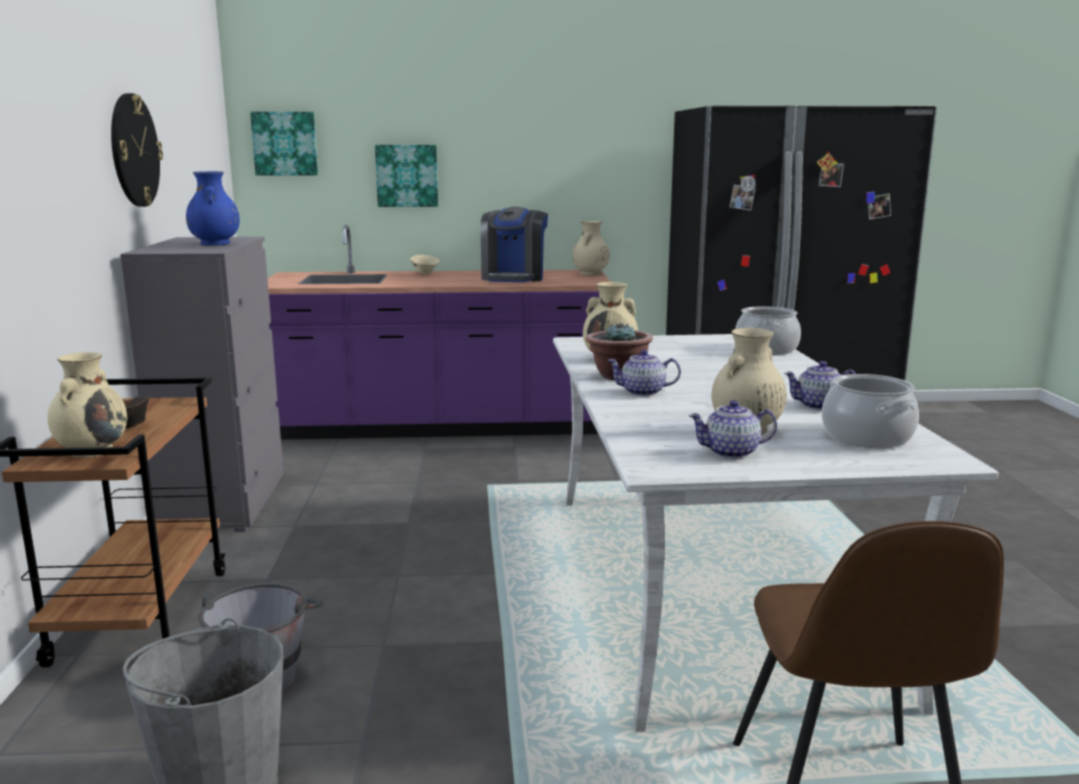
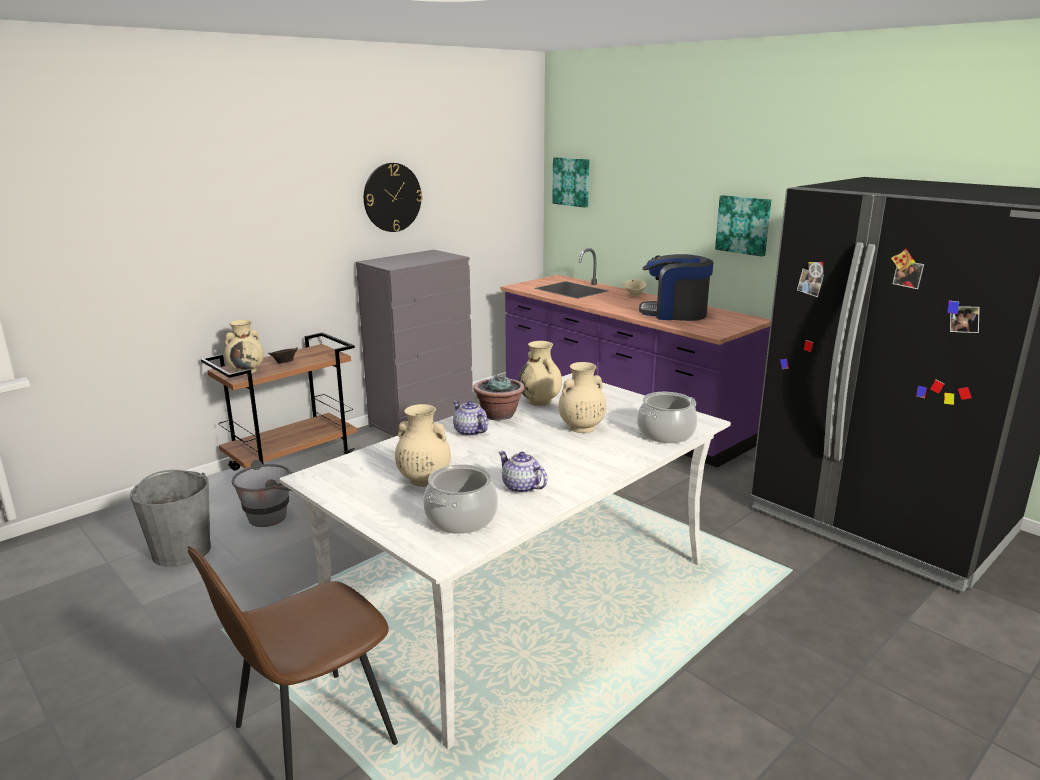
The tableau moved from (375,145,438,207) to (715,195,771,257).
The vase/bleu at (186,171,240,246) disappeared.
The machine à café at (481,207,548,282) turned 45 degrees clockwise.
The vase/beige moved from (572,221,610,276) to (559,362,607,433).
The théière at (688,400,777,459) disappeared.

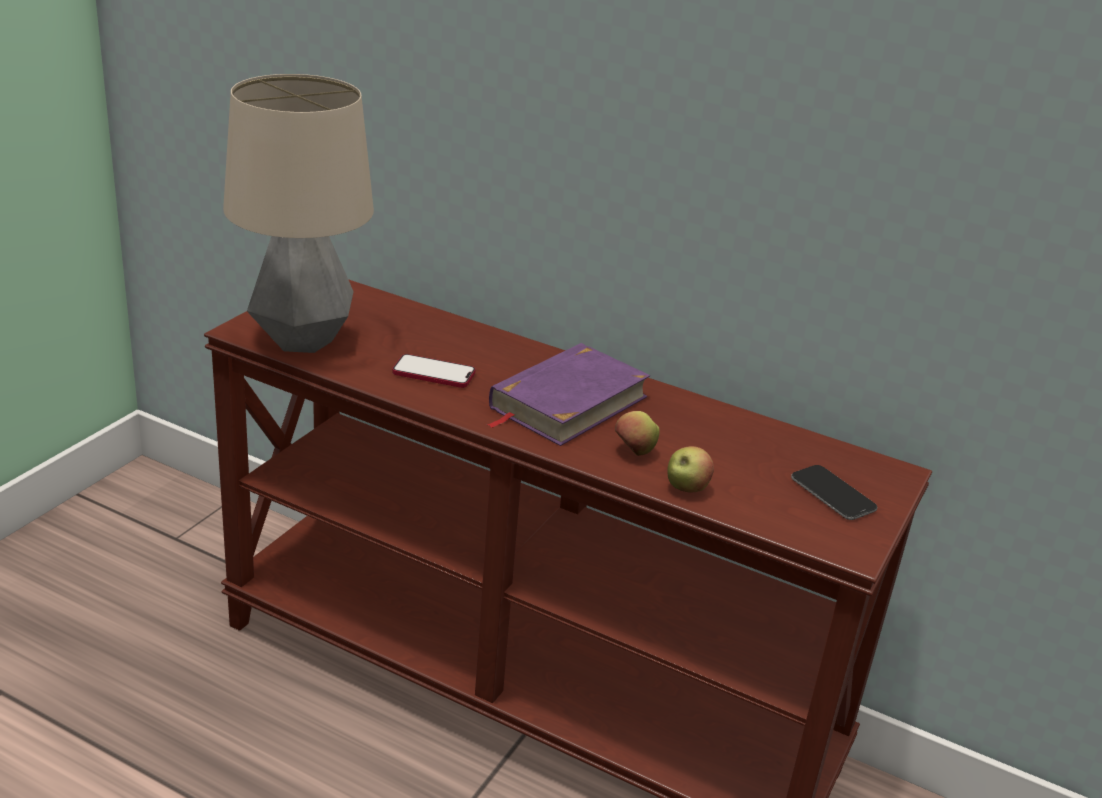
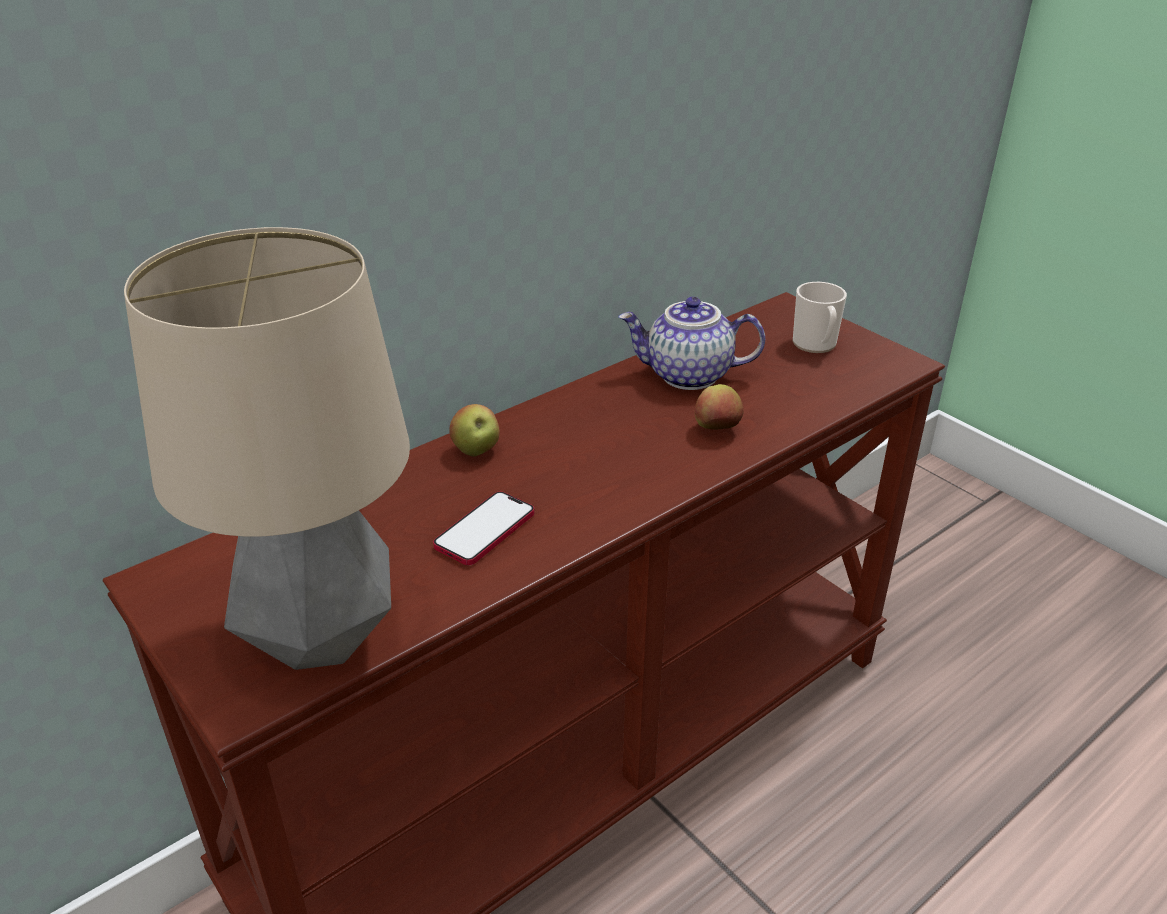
The livre/violet at (487,343,650,446) disappeared.
The pomme moved from (667,446,714,493) to (449,404,500,457).
The téléphone at (791,465,877,520) was replaced by the mug at (793,282,847,353).
The théière at (618,297,765,390) appeared.

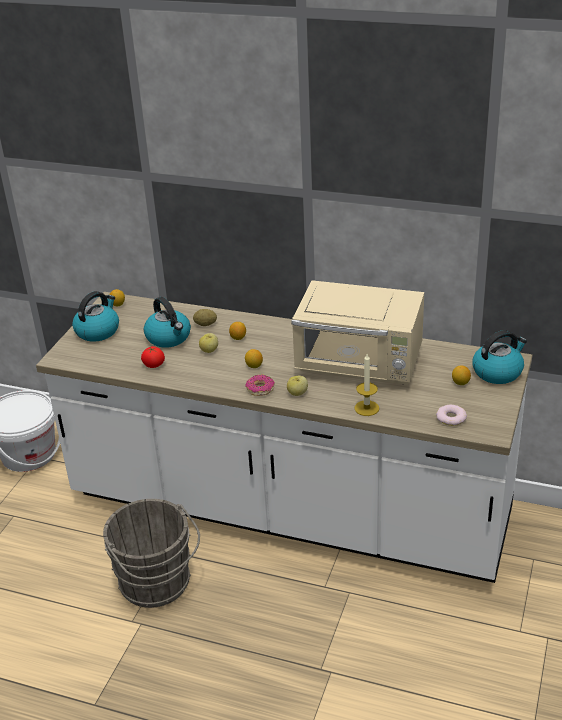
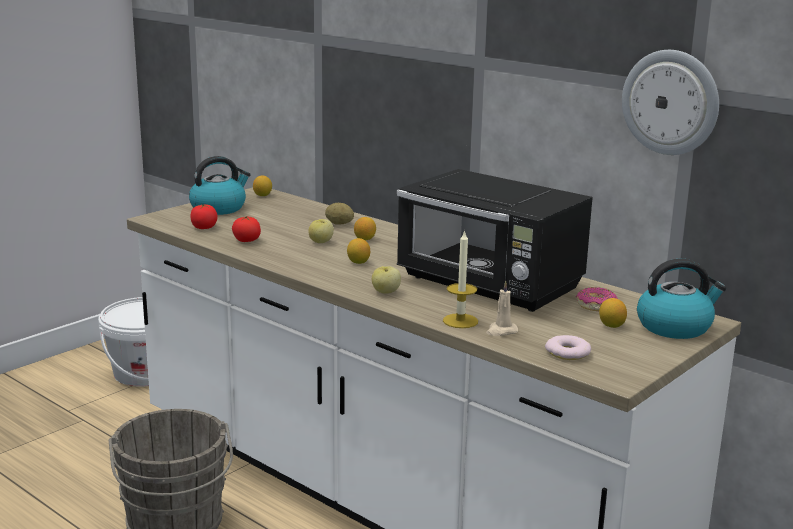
The micro-ondes/beige at (291,280,424,385) became the micro-ondes/noir at (397,169,593,312).
The bouilloire at (144,297,191,348) disappeared.
The beignet moved from (245,374,275,396) to (576,287,618,311).
The horloge murale at (622,50,719,155) appeared.
The tomate at (190,204,218,229) appeared.
The bougie/beige at (486,281,518,336) appeared.

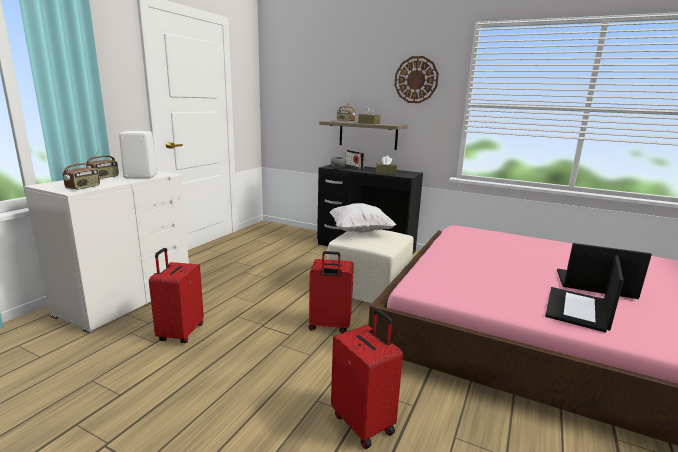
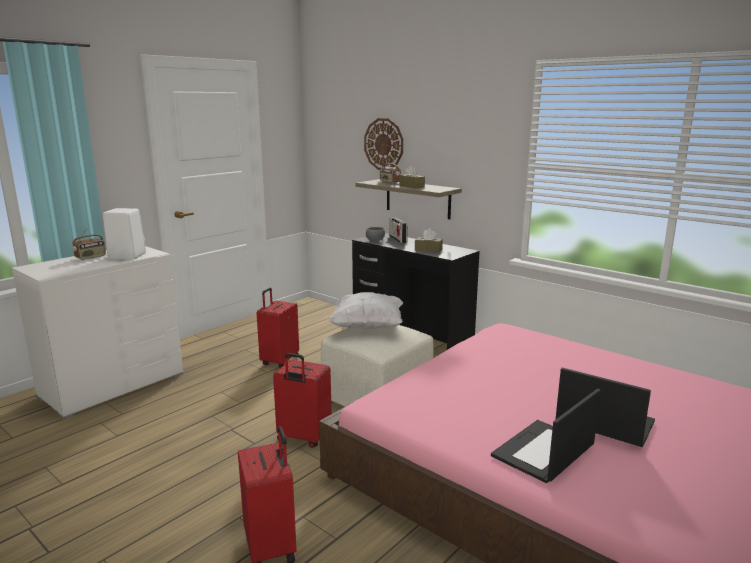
The horloge murale moved from (394,56,439,103) to (364,118,403,170).
The radio at (63,154,100,190) disappeared.
The valise/rouge moved from (149,248,204,343) to (257,288,299,368).

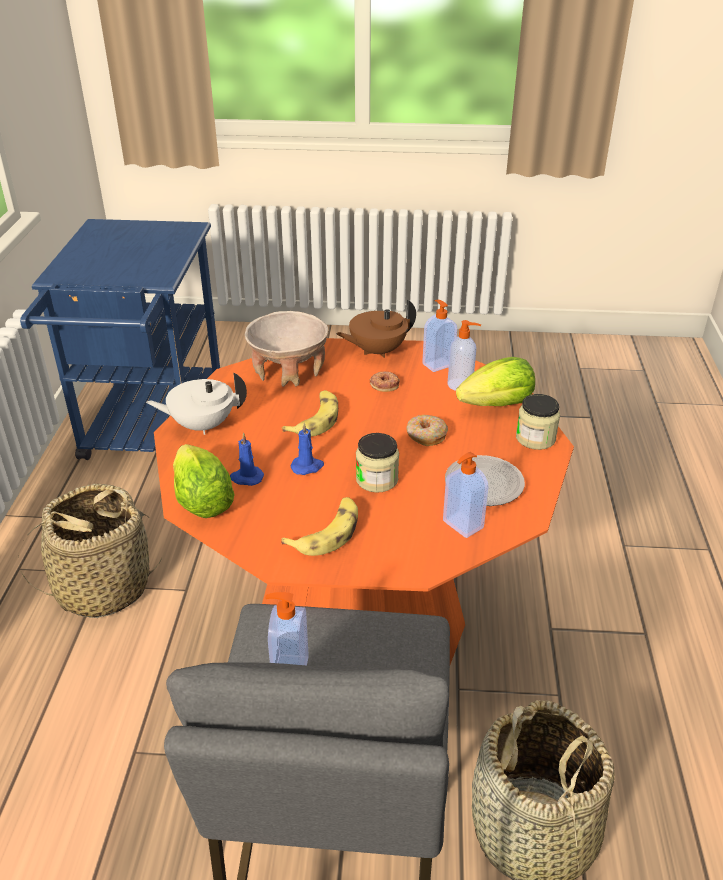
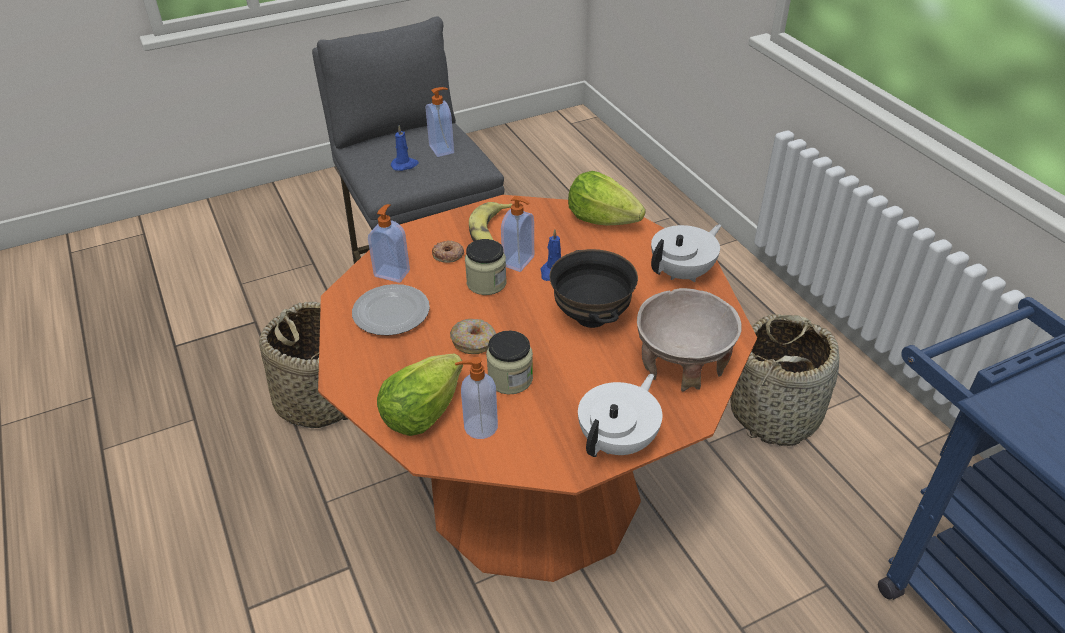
The théière/marron at (336,299,416,358) became the théière/blanc at (578,374,662,457).
The distributeur de savon moved from (422,300,458,372) to (501,196,534,272).
The beignet moved from (370,372,400,392) to (432,241,464,263).
The banane at (282,390,338,436) was replaced by the bol/noir at (550,249,638,328).
The bocal moved from (516,394,560,450) to (486,331,533,395).
The bougie/bleu moved from (230,432,264,486) to (391,125,419,171).

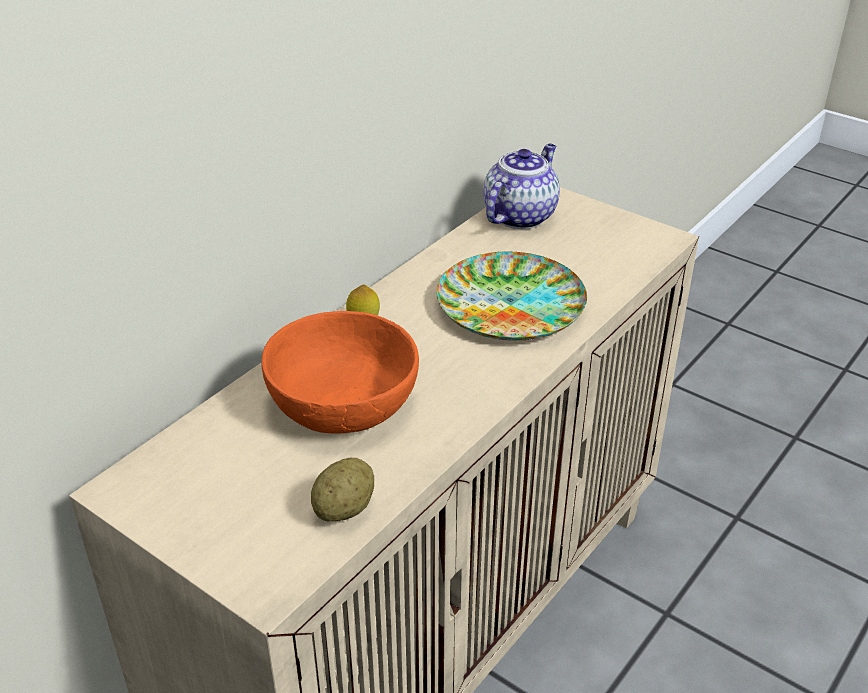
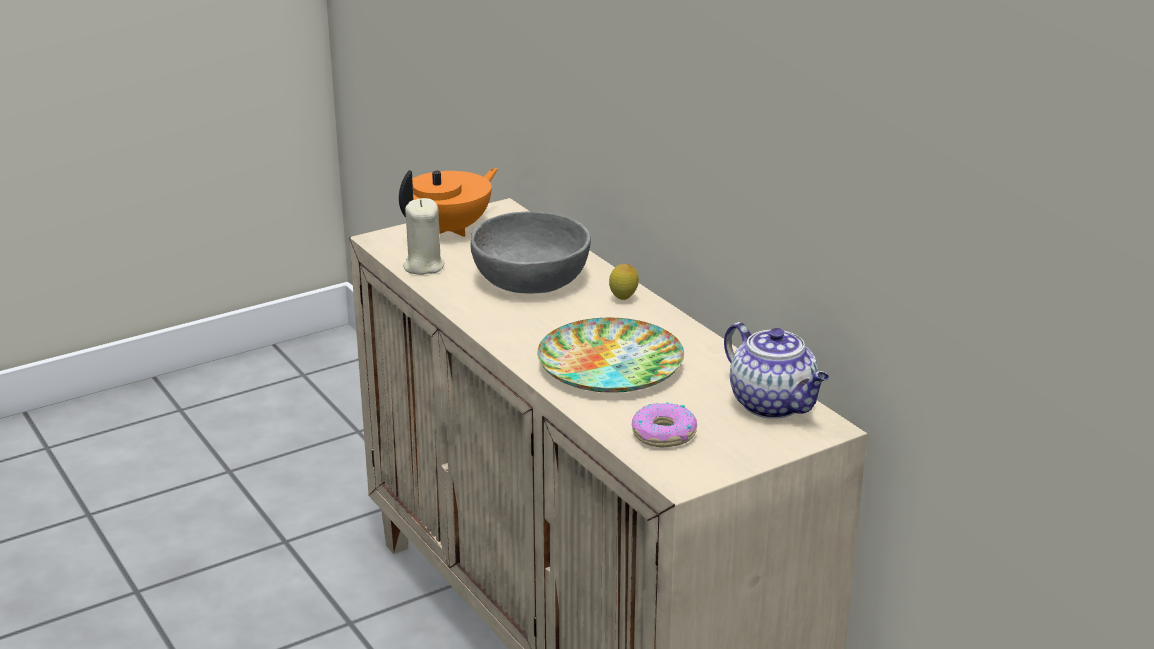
The bol/orange at (261,311,419,433) became the bol/gris at (470,212,591,293).
The pomme de terre at (311,458,374,521) was replaced by the bougie/beige at (403,198,445,275).
The théière/orange at (399,168,498,237) appeared.
The beignet at (631,402,697,447) appeared.

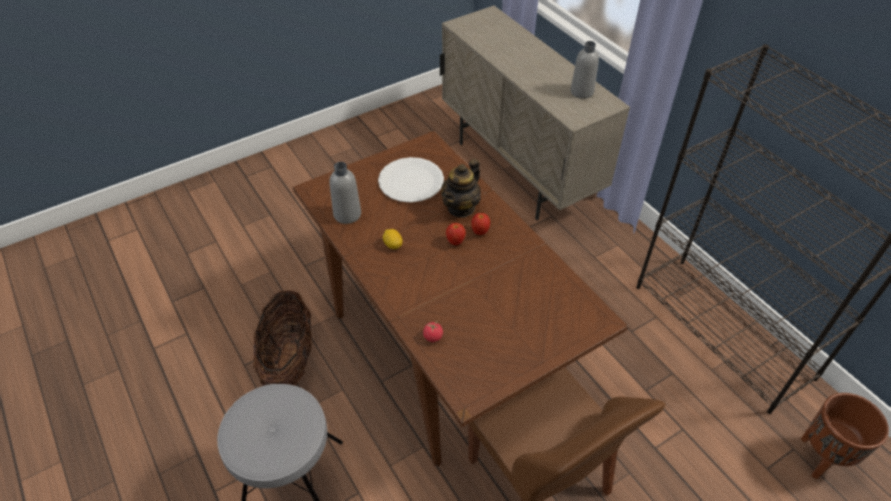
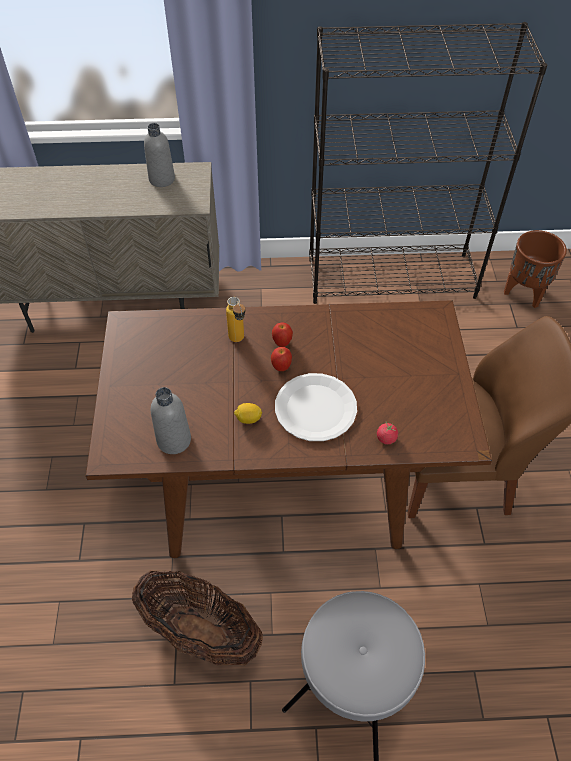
The assiette/blanc moved from (378,157,444,203) to (275,373,357,441).
The théière at (441,159,481,218) was replaced by the bouteille at (226,297,245,342).

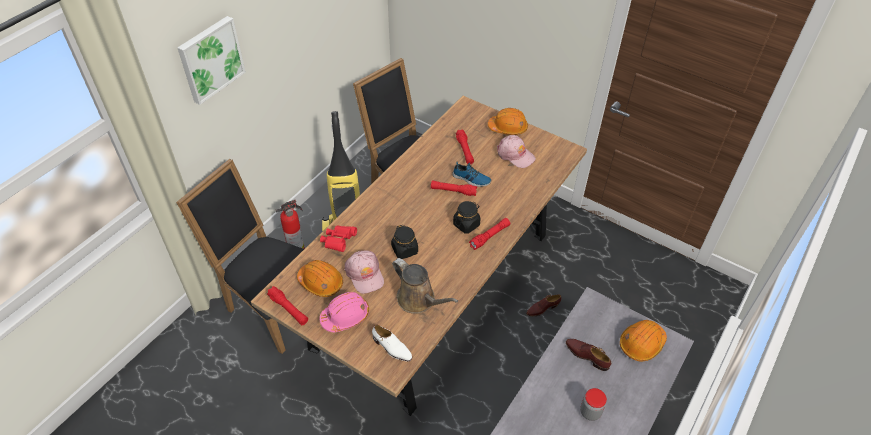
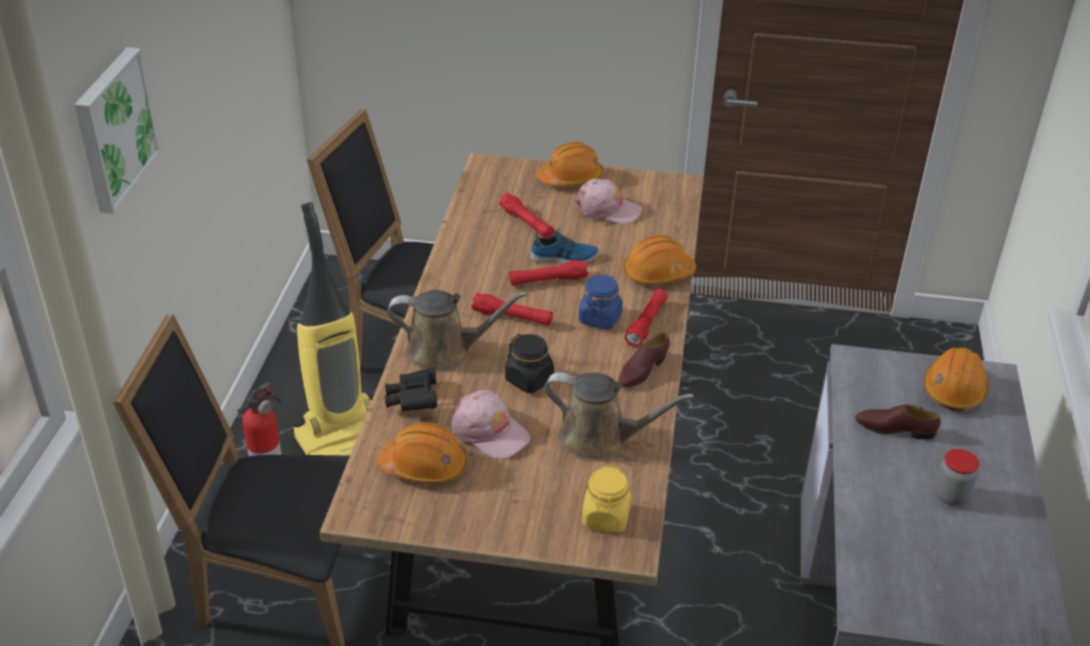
The bocal/noir at (453,201,481,234) became the bocal/bleu at (578,274,623,330).
The jumelles/rouge at (320,226,357,252) became the jumelles/noir at (385,368,437,412).
The lampe de poche/rouge moved from (267,286,308,325) to (471,293,553,326).
The casque de chantier/rose at (320,292,369,332) disappeared.
The chaussure/marron moved from (526,294,561,316) to (618,332,670,388).
The chaussure/blanc at (372,325,412,362) was replaced by the bocal/jaune at (582,465,632,533).
The casque de chantier/orange at (623,235,696,284) appeared.
The arrosoir/marron at (387,290,527,372) appeared.

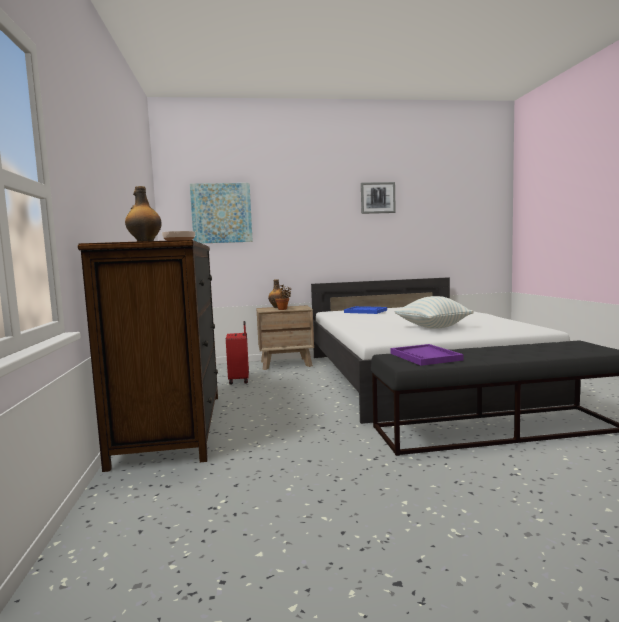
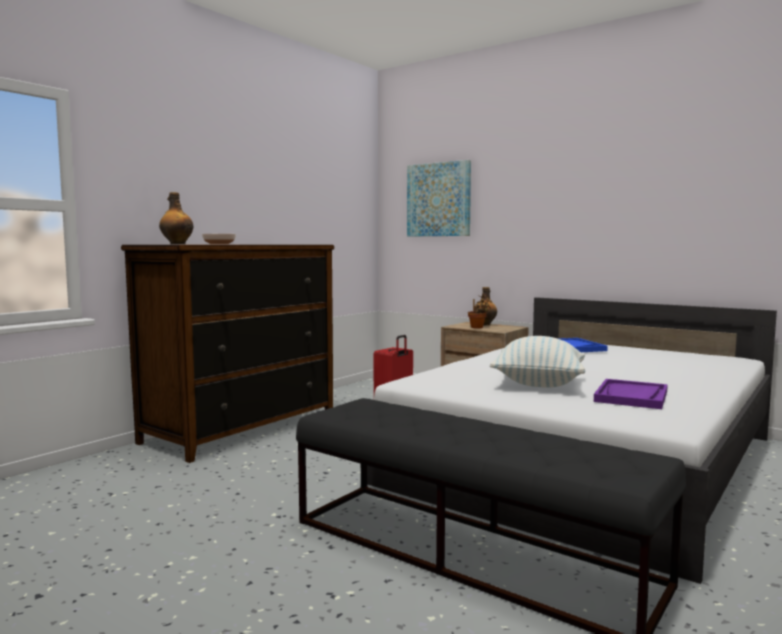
The tableau at (361,182,396,214) disappeared.
The plateau/violet moved from (390,344,464,366) to (594,379,668,409).

